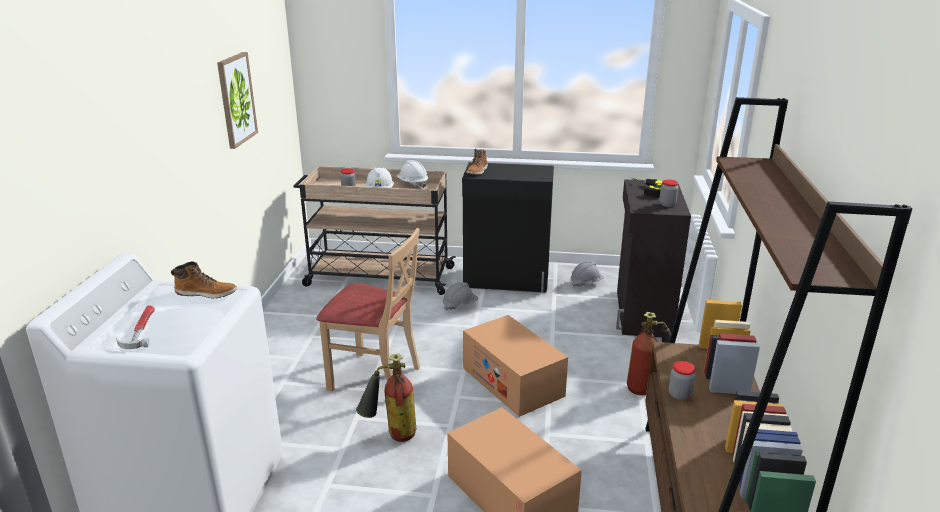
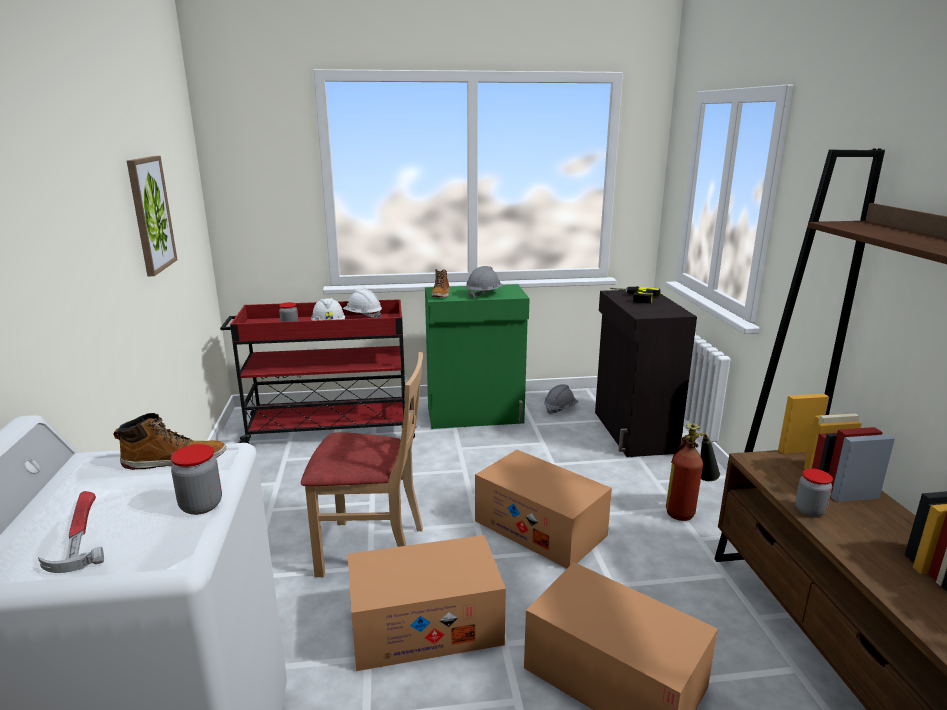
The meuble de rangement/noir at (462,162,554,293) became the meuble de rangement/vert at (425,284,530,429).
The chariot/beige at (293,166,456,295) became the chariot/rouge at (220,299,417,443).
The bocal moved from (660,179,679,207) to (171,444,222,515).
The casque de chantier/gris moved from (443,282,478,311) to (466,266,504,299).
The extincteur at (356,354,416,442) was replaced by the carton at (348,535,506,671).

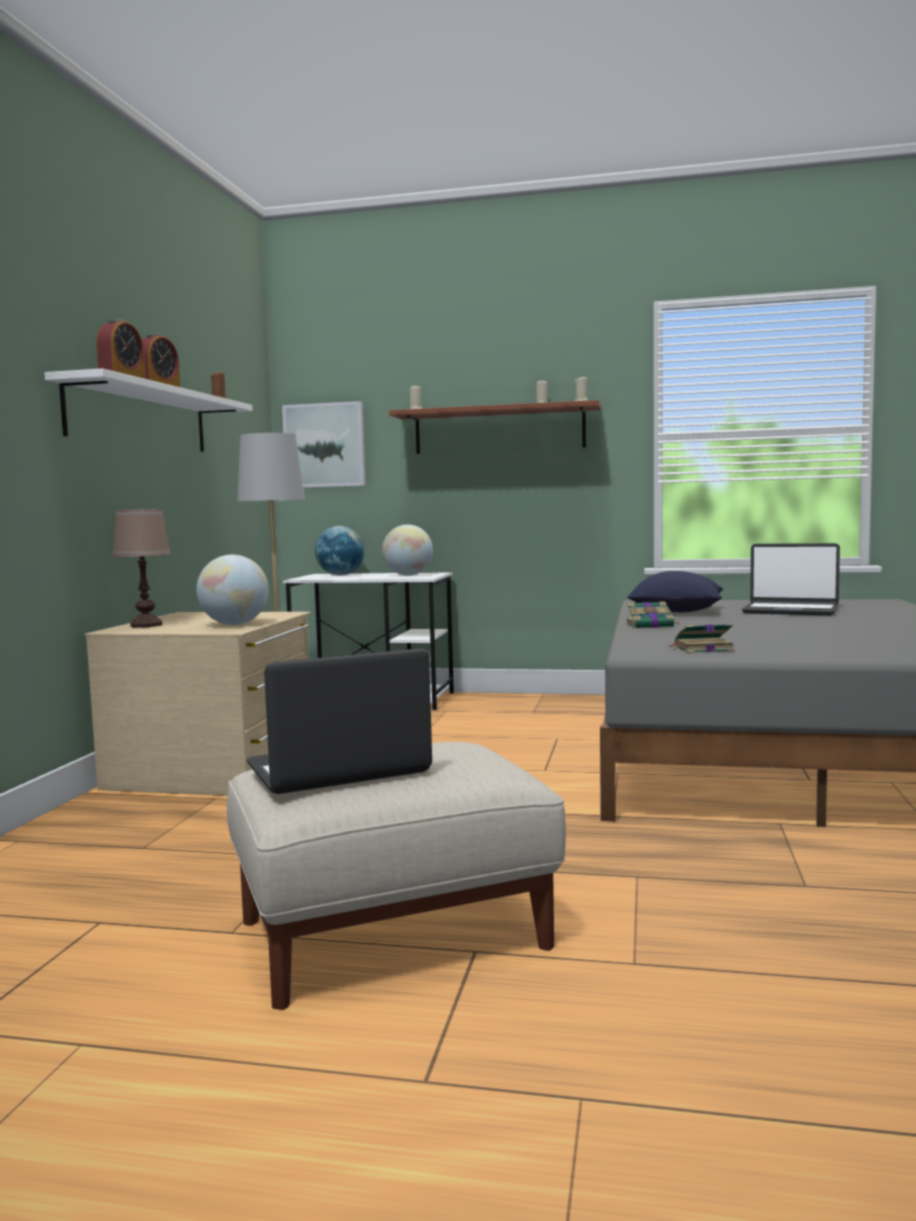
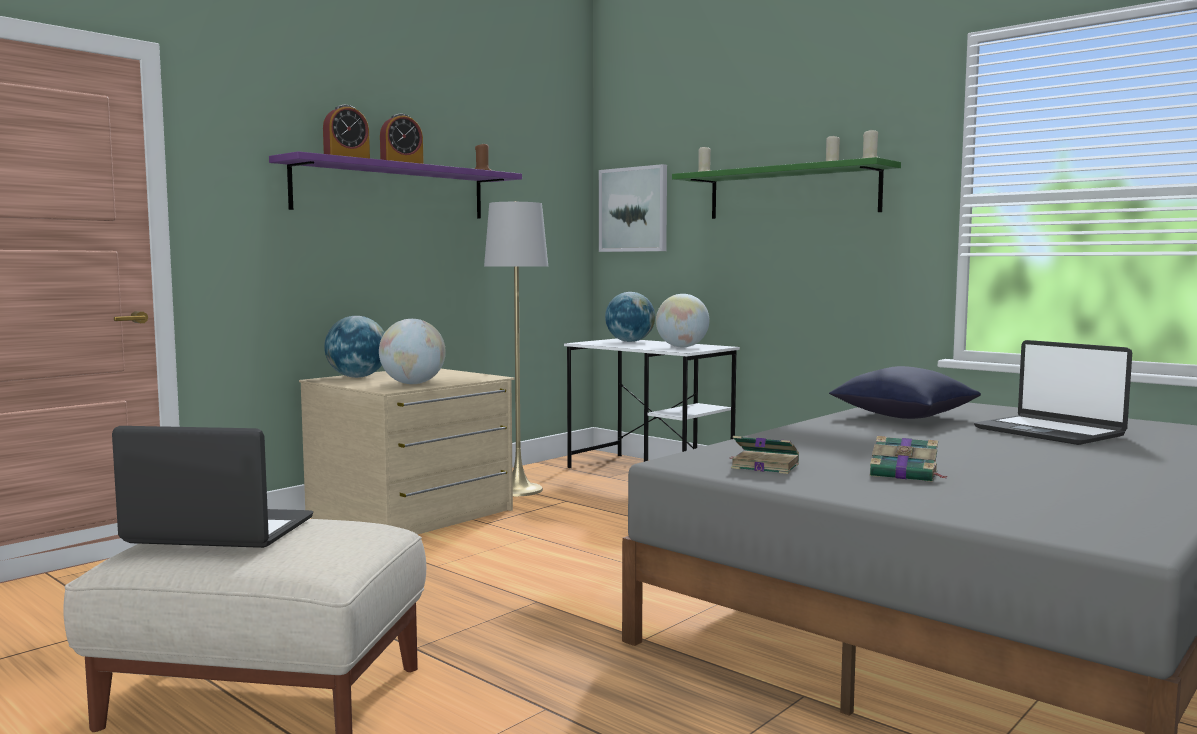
The étagère/blanc at (45,368,252,452) became the étagère/violet at (269,151,522,219).
The étagère/marron at (389,400,601,454) became the étagère/vert at (672,157,901,219).
The lampe de table/marron at (112,509,171,628) was replaced by the globe at (324,316,385,378).
The livre moved from (626,601,680,628) to (870,436,947,482).

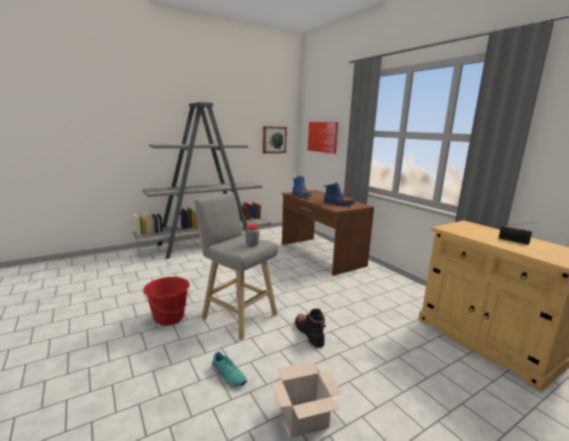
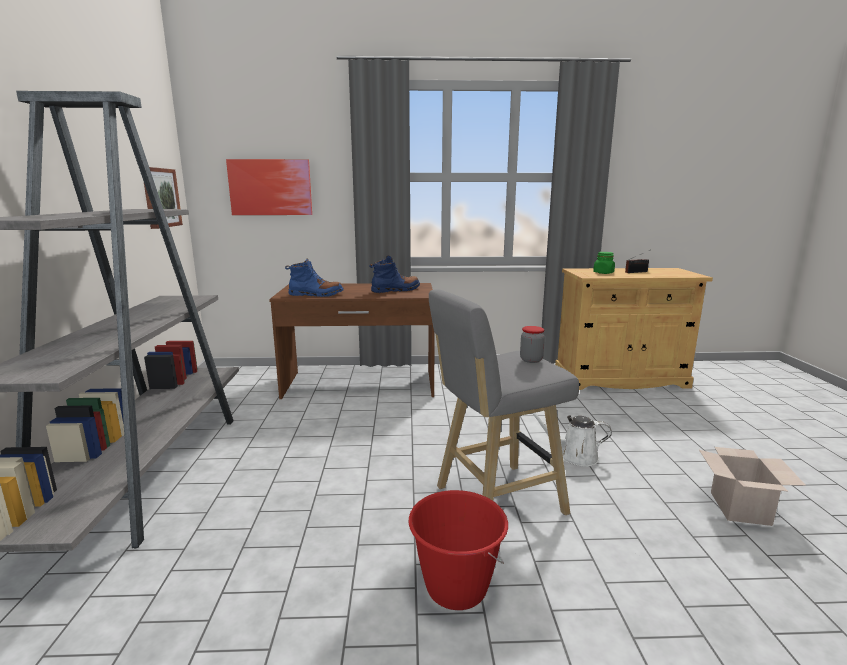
The botte/noir at (295,309,326,348) was replaced by the arrosoir/blanc at (532,413,612,467).
The chaussure/turquoise at (212,351,247,387) disappeared.
The bocal/vert at (593,252,615,274) appeared.

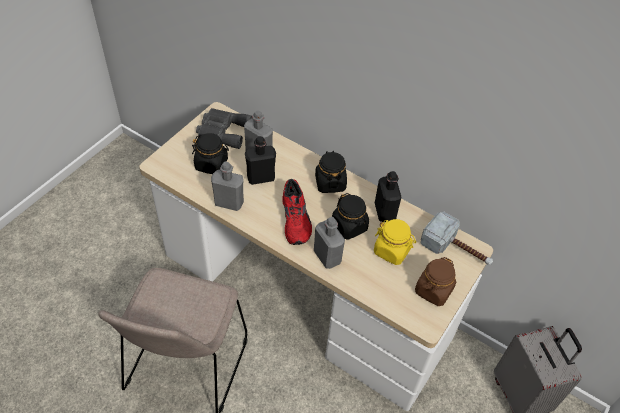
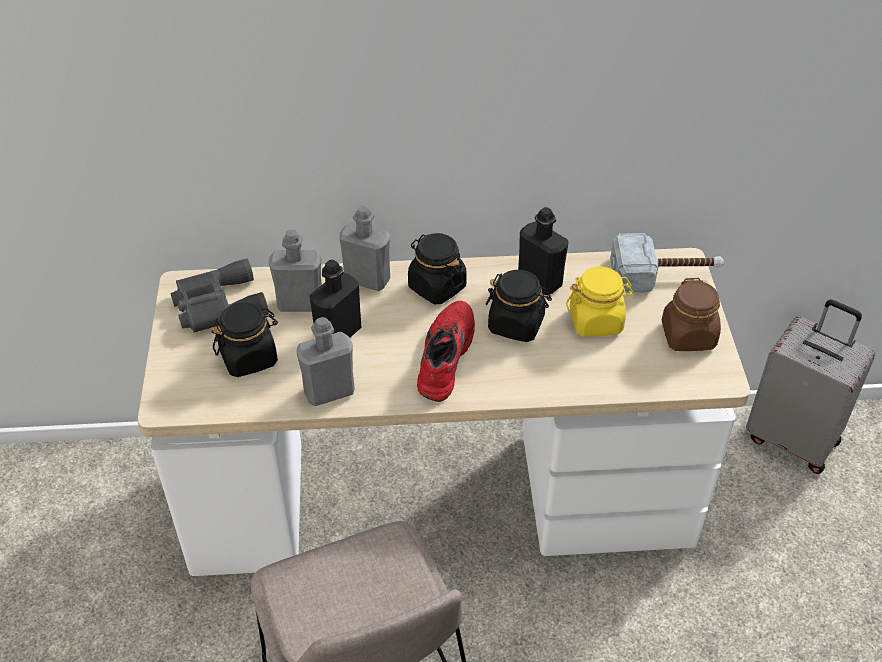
The chaussure/rouge at (282,179,312,245) turned 120 degrees counterclockwise.
The bouteille/gris moved from (314,217,345,269) to (339,205,390,291).

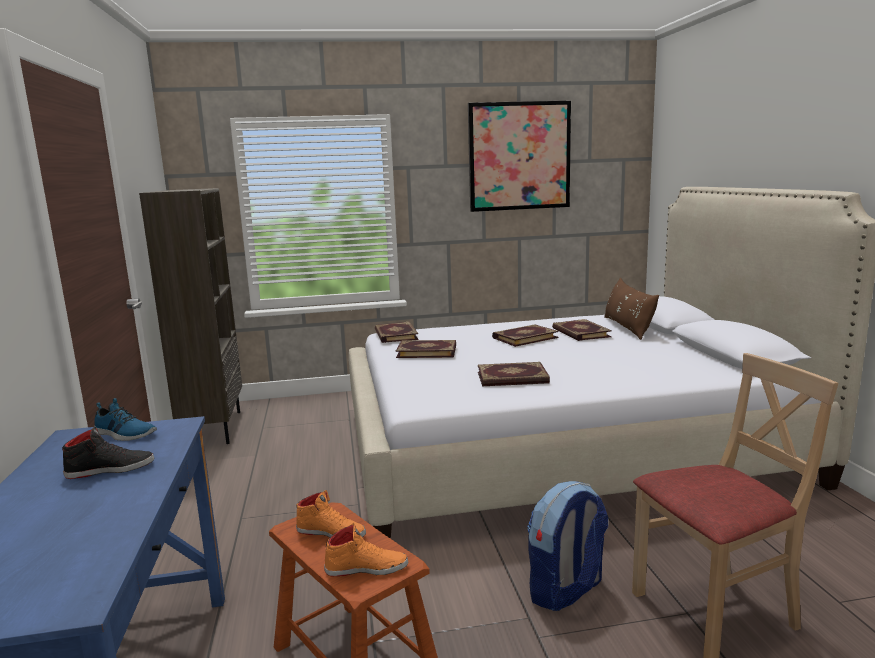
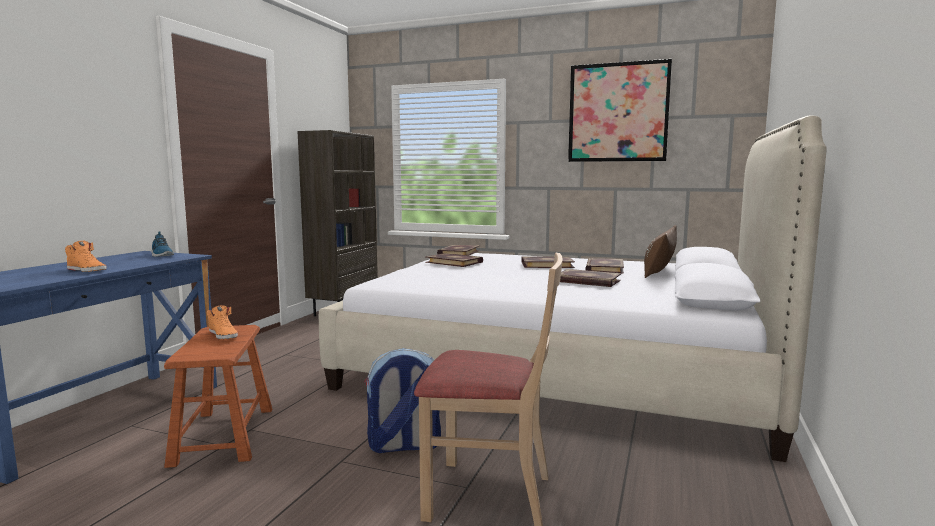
The livre moved from (478,362,550,386) to (560,269,621,287).
The chaussure/noir at (62,427,155,479) disappeared.
The chaussure/orange moved from (324,523,408,577) to (65,241,107,272).

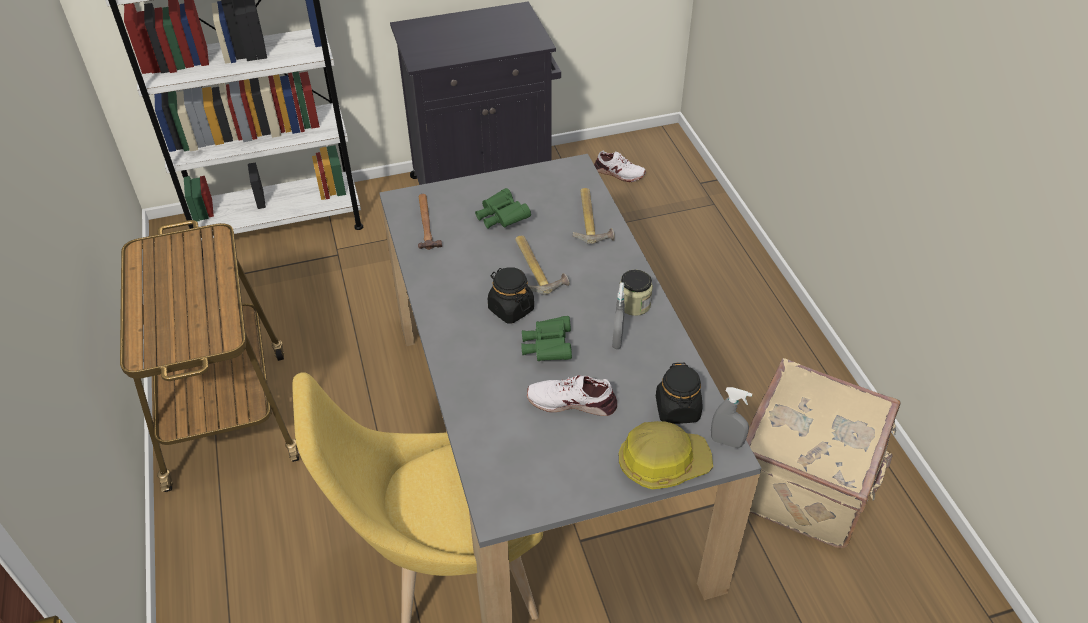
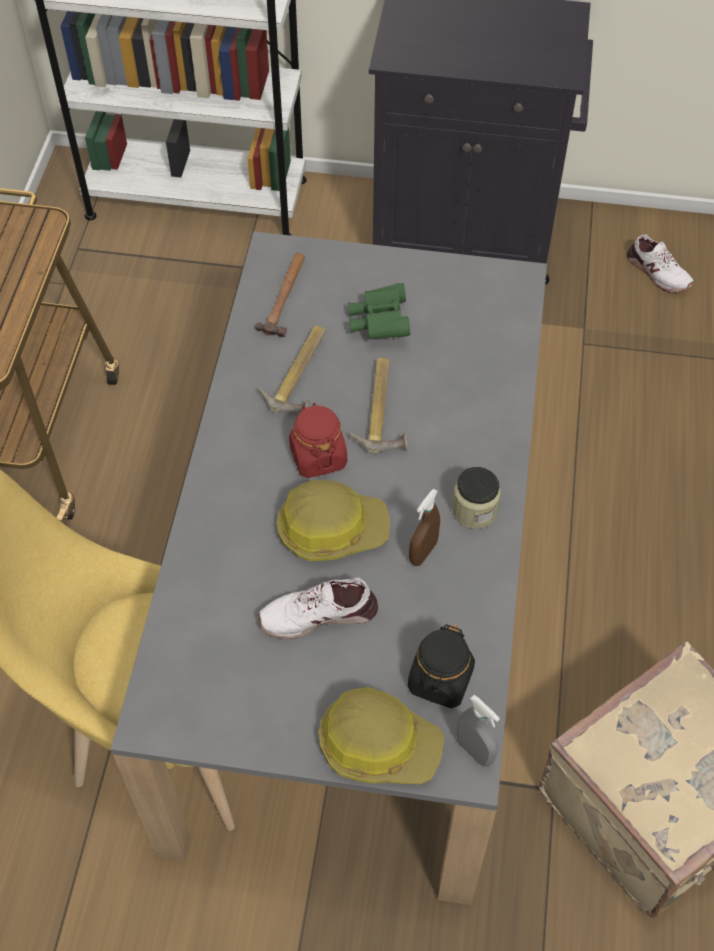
The marteau moved from (573,188,615,244) to (258,326,326,413).
The bocal/noir at (488,267,534,323) became the bocal/rouge at (289,403,347,478).
The vaporisateur/gris at (612,282,625,349) became the vaporisateur/marron at (409,489,440,566).
The jumelles/vert at (521,316,572,361) was replaced by the casque de chantier at (277,480,390,561).
The chaussure/blanc at (527,375,617,416) turned 45 degrees counterclockwise.

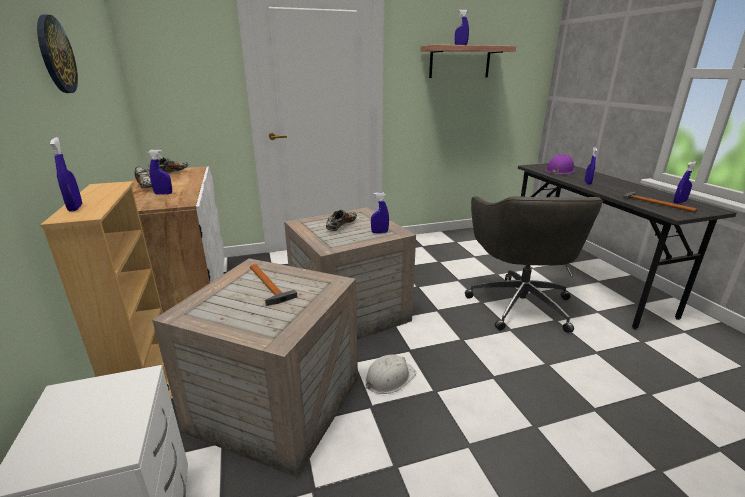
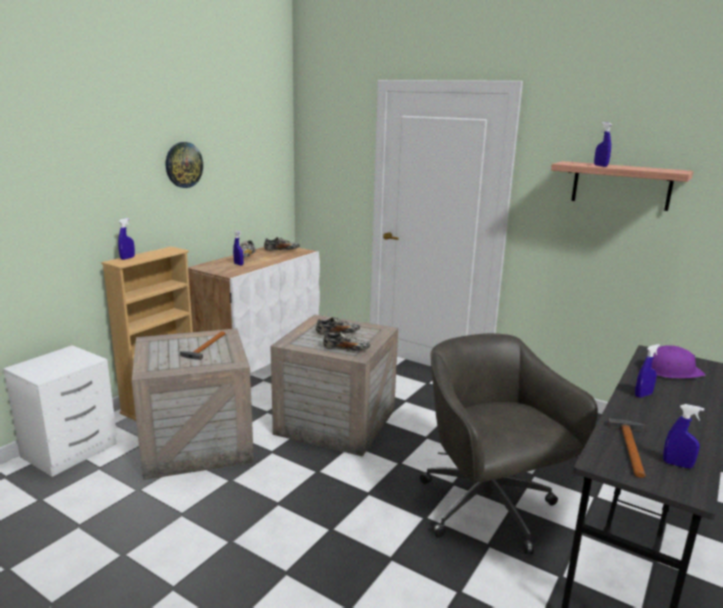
The vaporisateur/bleu at (371,192,389,233) was replaced by the chaussure at (323,332,370,351).
The chaise de bureau/gris at (465,196,603,333) turned 105 degrees clockwise.
The casque de chantier/blanc at (365,354,416,394) disappeared.

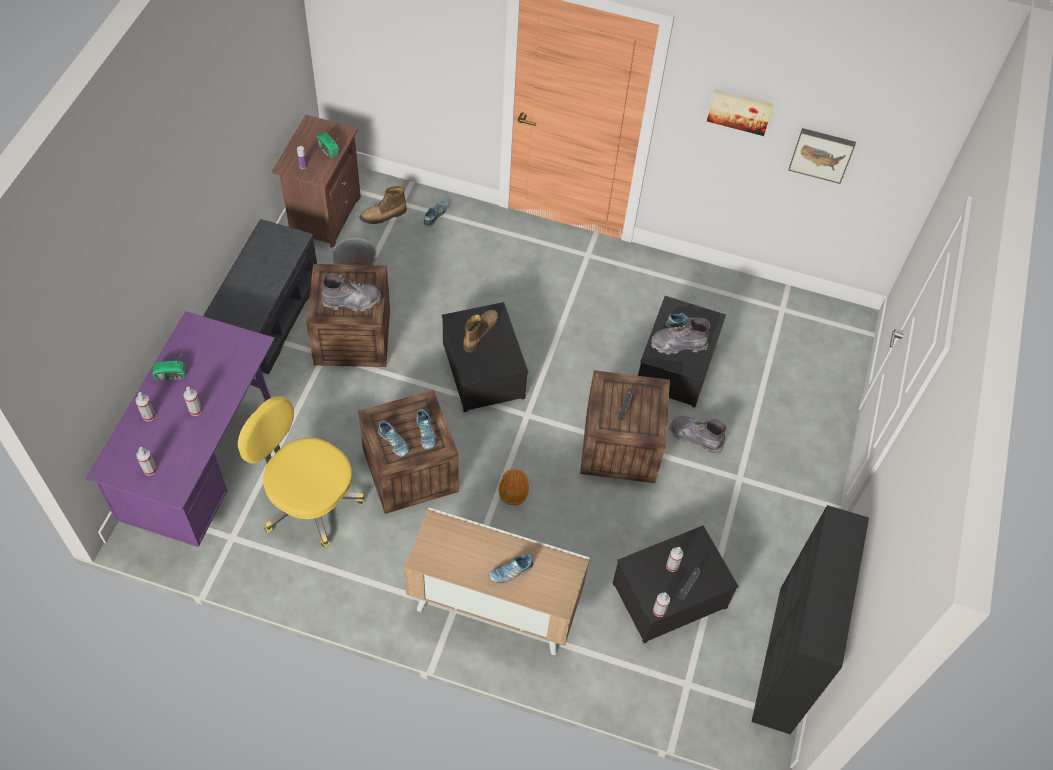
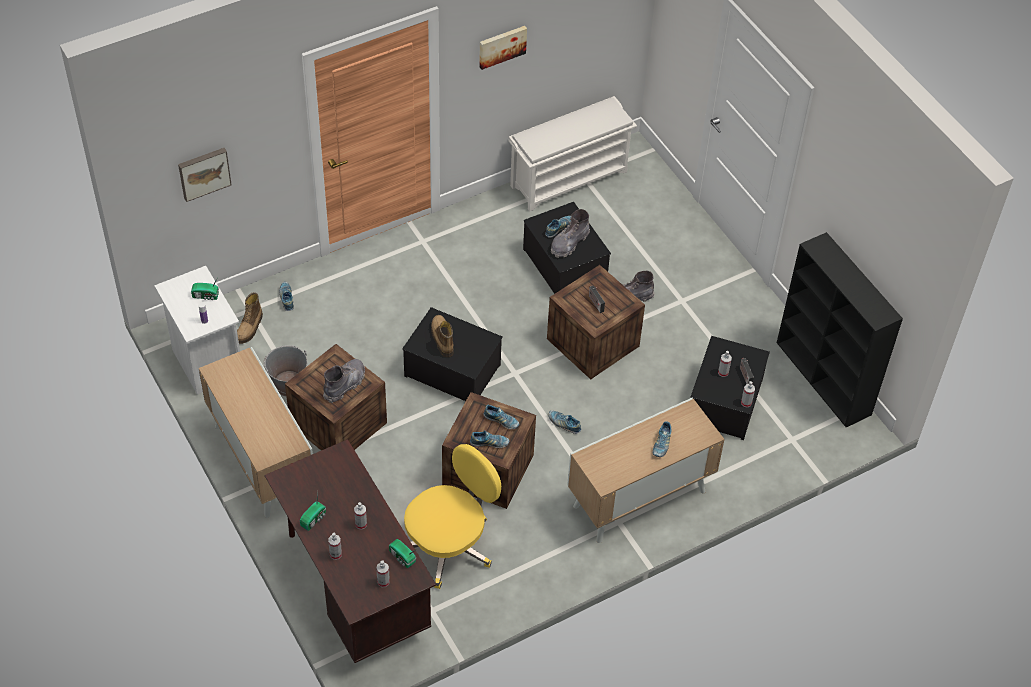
The table de chevet/marron at (272,115,361,248) became the table de chevet/blanc at (154,266,240,395).
The tableau moved from (789,128,856,184) to (178,148,232,202).
The banc/gris at (203,219,317,374) was replaced by the meuble de rangement at (199,347,313,518).
The bureau/violet at (85,311,275,547) became the bureau/marron at (265,439,436,663).
The chaise de bureau/jaune at (238,396,365,548) turned 150 degrees clockwise.
The casque de chantier/orange at (499,469,529,505) was replaced by the chaussure at (549,410,581,434).
The étagère à chaussures/blanc at (508,96,637,212) appeared.
The radio at (389,539,417,568) appeared.

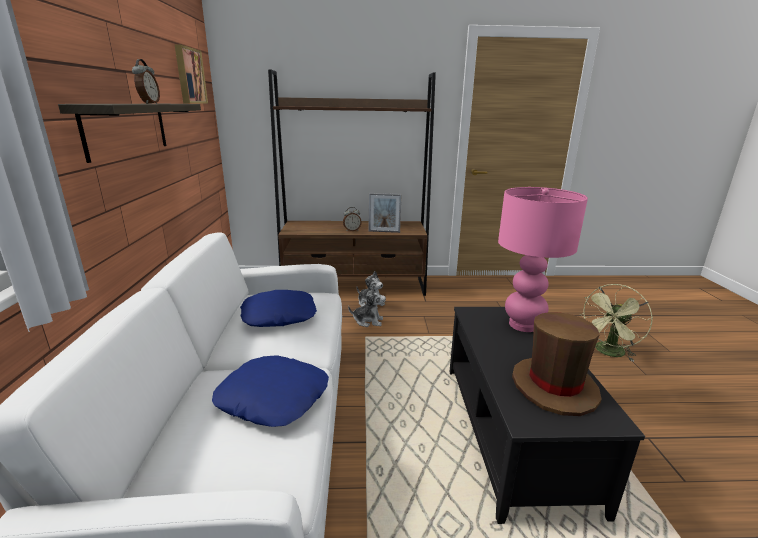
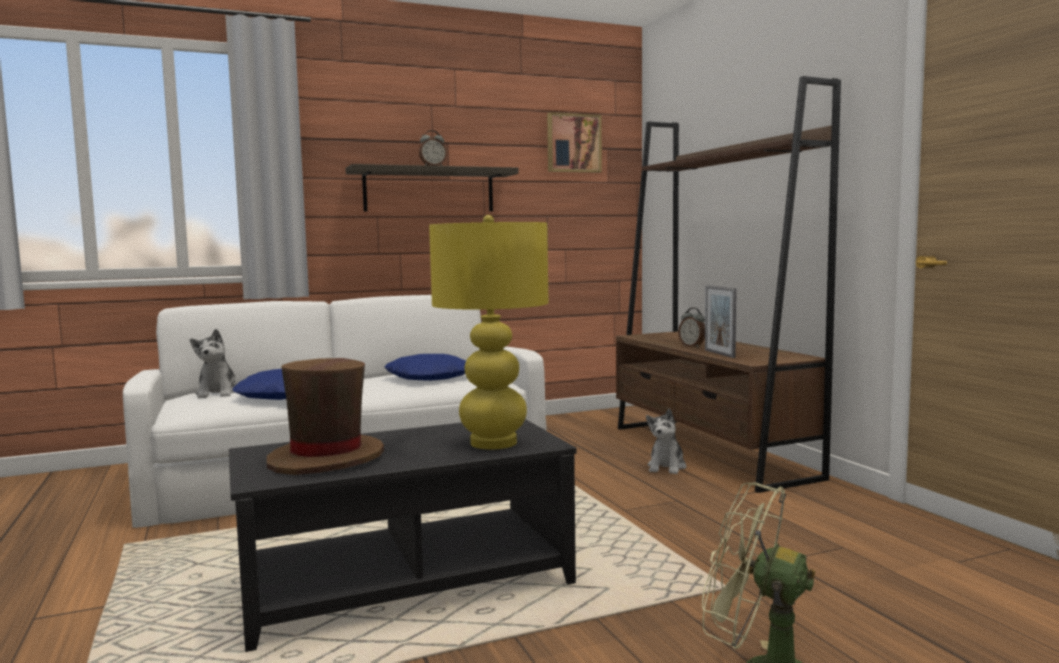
The lampe de table/rose at (498,187,588,332) became the lampe de table/jaune at (429,215,549,449).
The peluche moved from (348,285,386,327) to (190,329,237,398).

